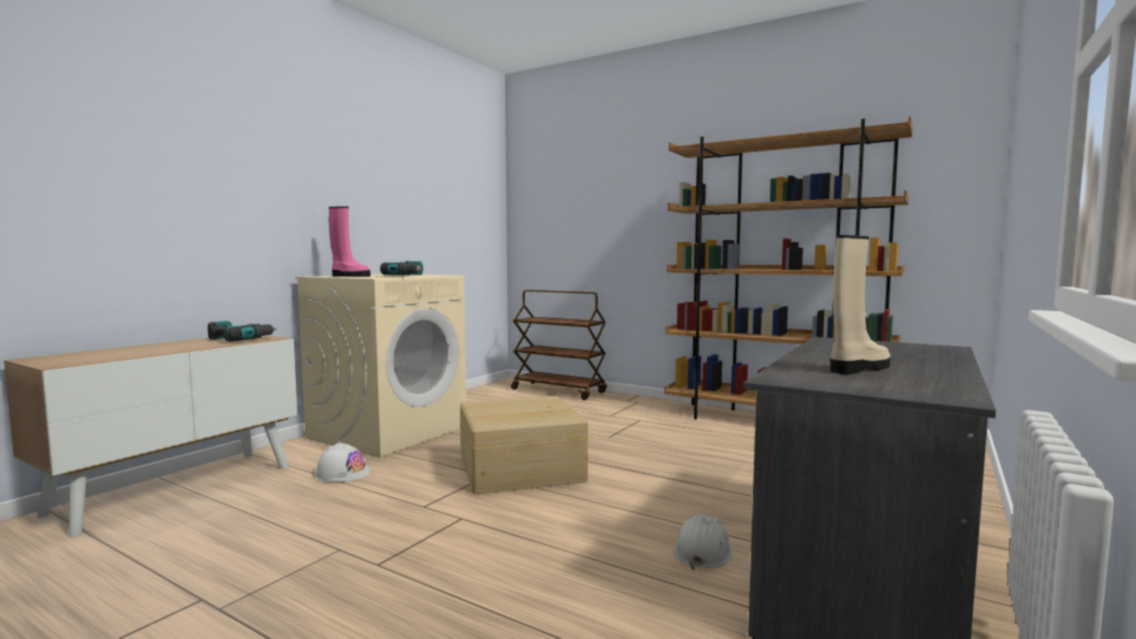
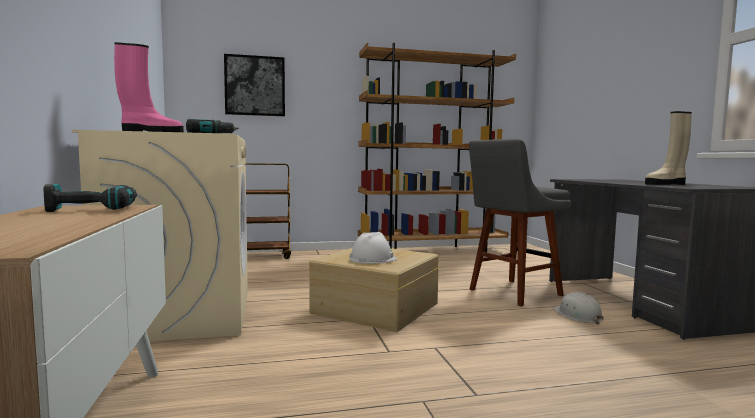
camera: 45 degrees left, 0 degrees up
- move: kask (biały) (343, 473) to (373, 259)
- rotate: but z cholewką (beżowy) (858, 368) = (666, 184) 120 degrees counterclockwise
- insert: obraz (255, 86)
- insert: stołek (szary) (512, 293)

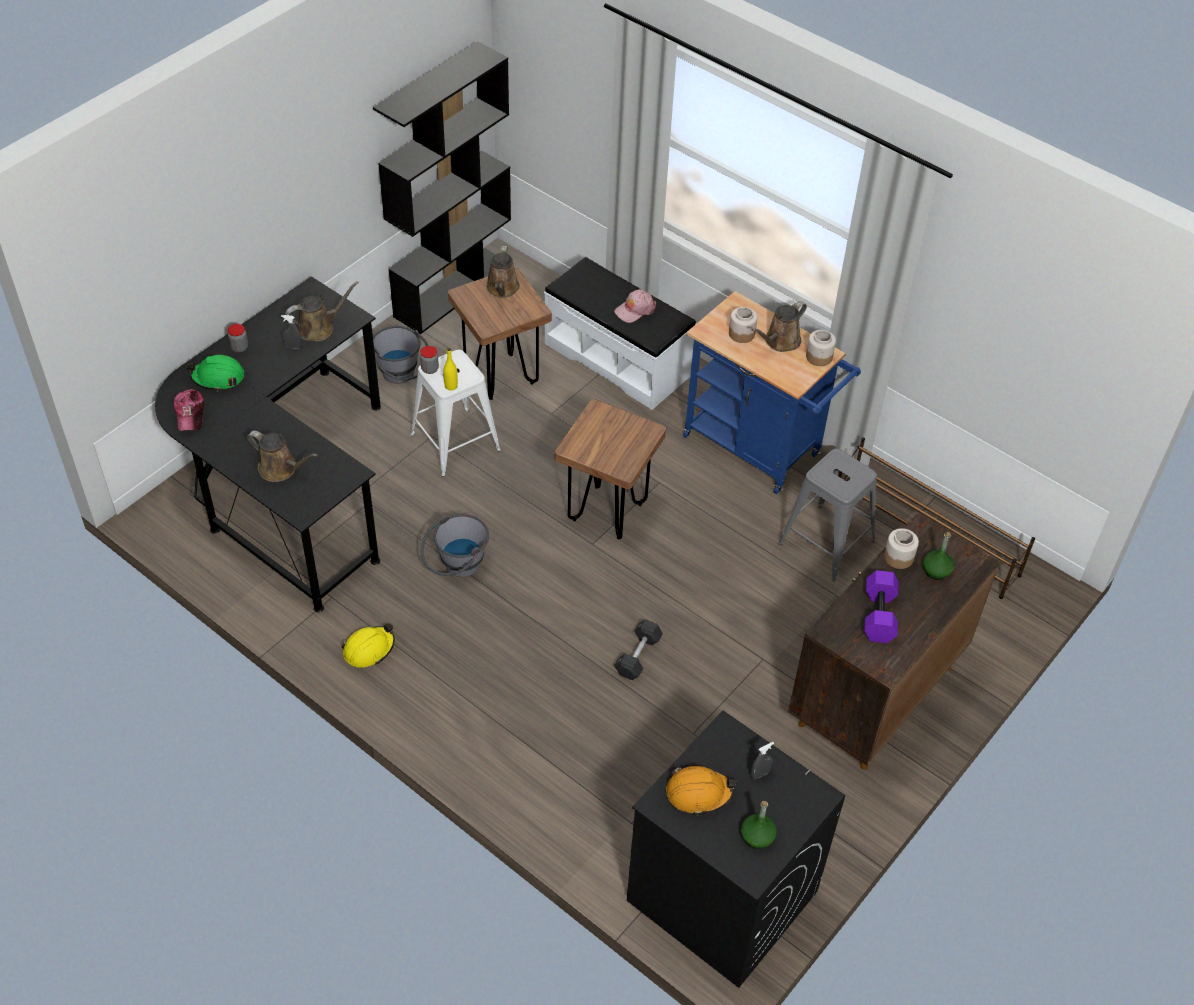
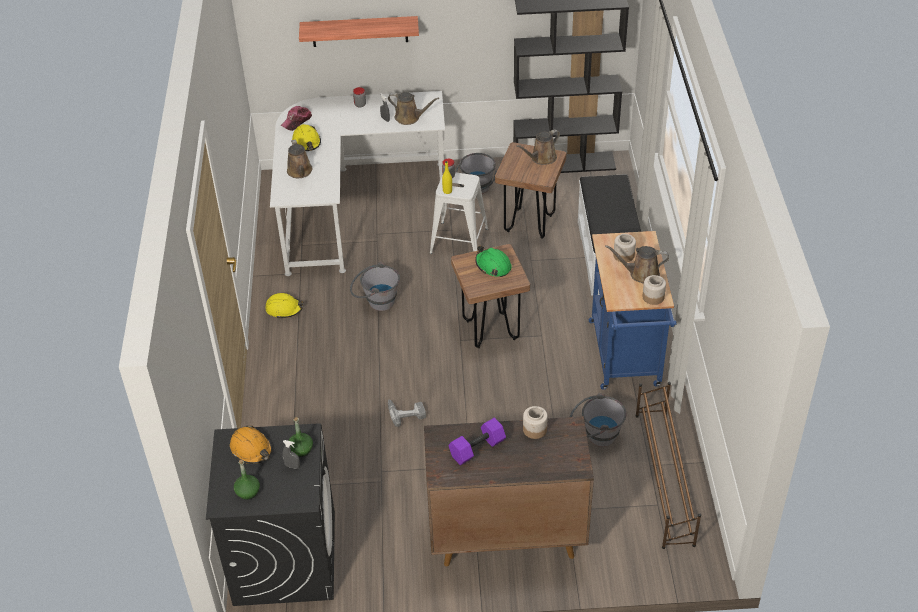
camera: 50 degrees right, 5 degrees down
- recolor: biurko (czarny) (285, 485) to biurko (biały) (349, 206)
- move: kask (zielony) (218, 378) to (493, 266)
- delete: czapka z daszkiem (różowy) (635, 310)
- replace: hantel (szary) (638, 656) to wiertarka (406, 412)
- replace: stołek (szary) (827, 542) to wiadro (szary) (595, 436)
- move: butelka (zielony) (936, 571) to (301, 449)
- insert: kask (żółty) (306, 143)
- insert: półka (359, 31)

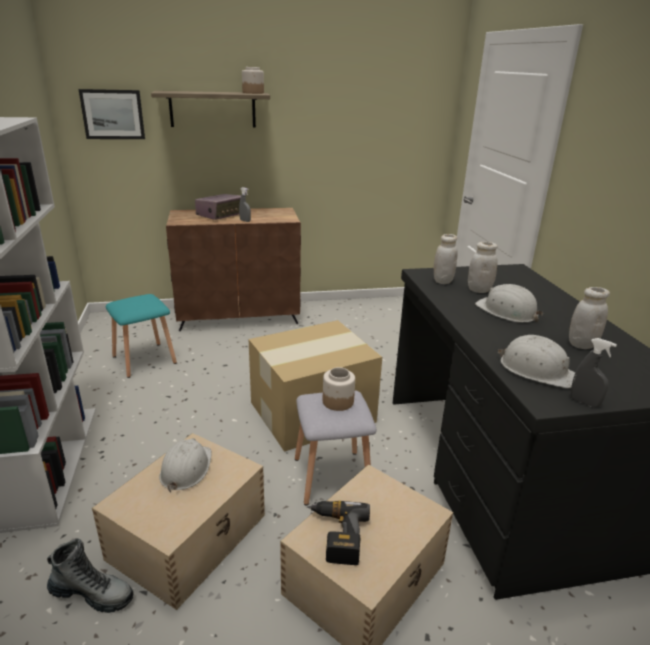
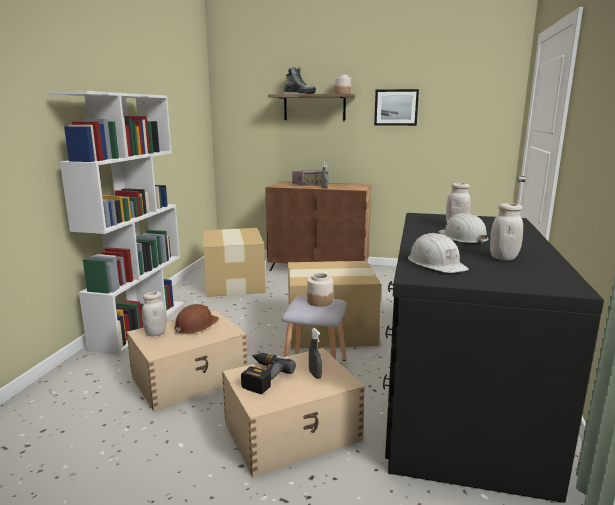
camera: 25 degrees right, 10 degrees down
- move: but z cholewką (92, 594) to (300, 94)
- move: obraz (113, 114) to (396, 107)
- replace: stołek (turkusowy) (145, 359) to karton (234, 282)
- recolor: kask (biały) (186, 468) to kask (brązowy) (195, 325)
- move: słoik (biały) (442, 281) to (155, 333)
- move: spryskiwacz (szary) (584, 402) to (315, 375)

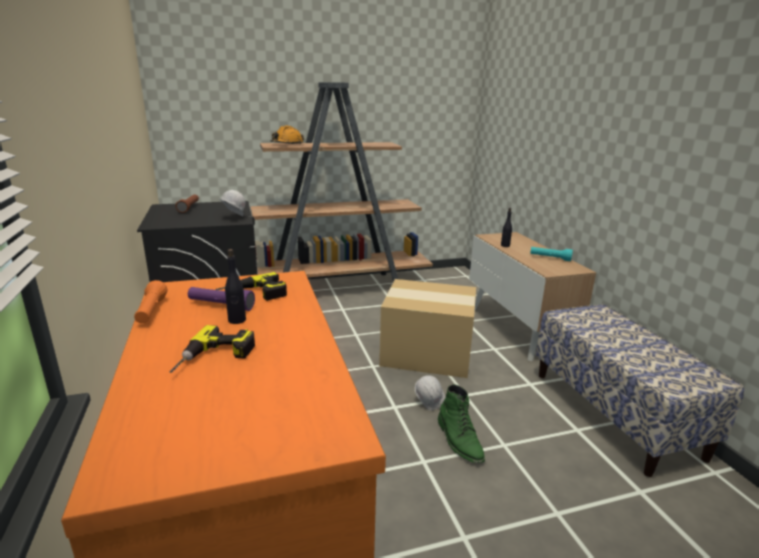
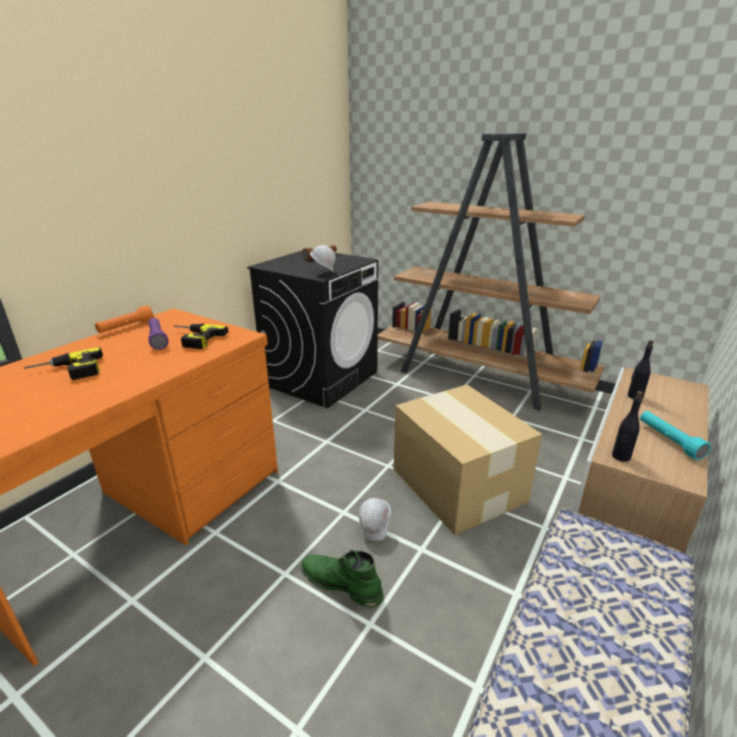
camera: 50 degrees right, 5 degrees up
- move: butelka (czarny) (237, 320) to (621, 456)
- delete: kask (pomarańczowy) (287, 144)
- rotate: but z cholewką (zielony) (459, 440) = (341, 583) 90 degrees clockwise

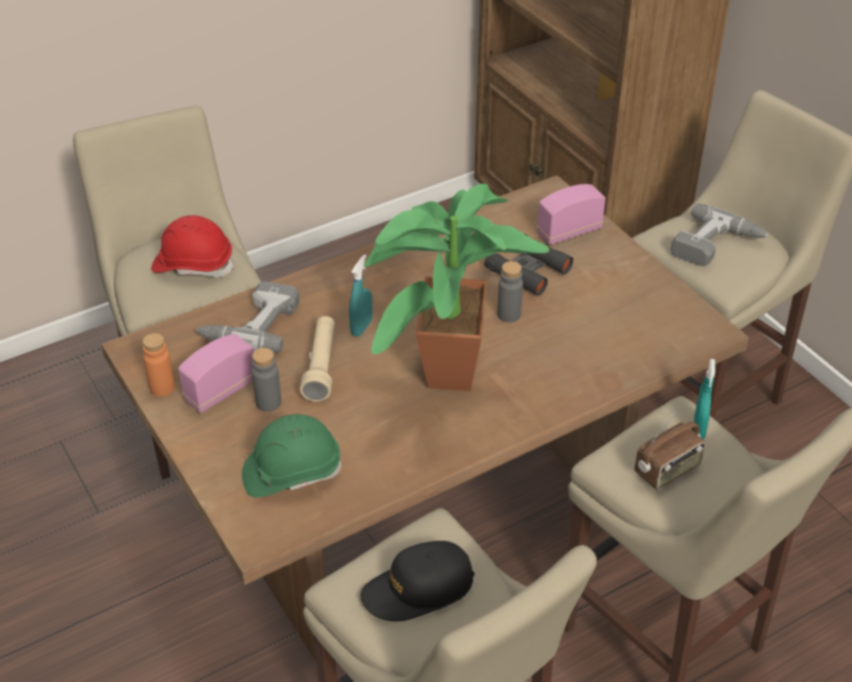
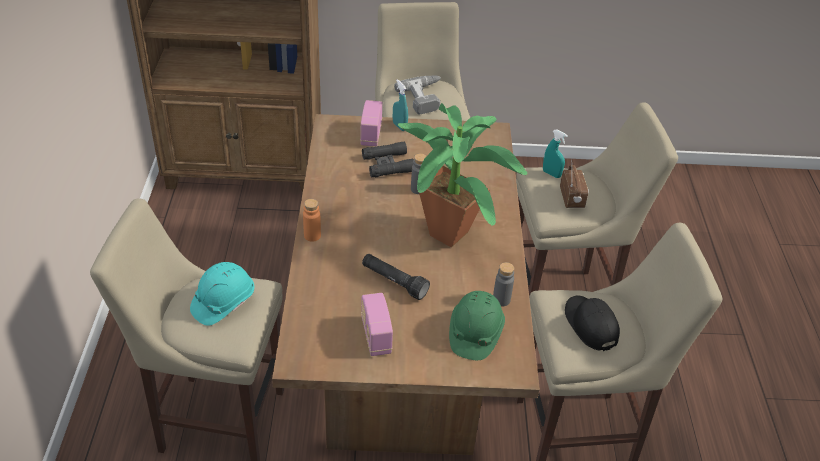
camera: 60 degrees left, 0 degrees up
- move: butelka (pomarańczowy) (162, 388) to (312, 236)
- recolor: kask (czerwony) (193, 265) to kask (turkusowy) (223, 302)
- delete: wiertarka (251, 325)
- move: butelka (szary) (268, 402) to (501, 300)
- recolor: latarka (beżowy) (321, 366) to latarka (czarny) (394, 282)
- move: spryskiwacz (turkusowy) (361, 327) to (399, 126)
- rotate: czapka z daszkiem (czarny) (418, 589) = (590, 325) 150 degrees clockwise

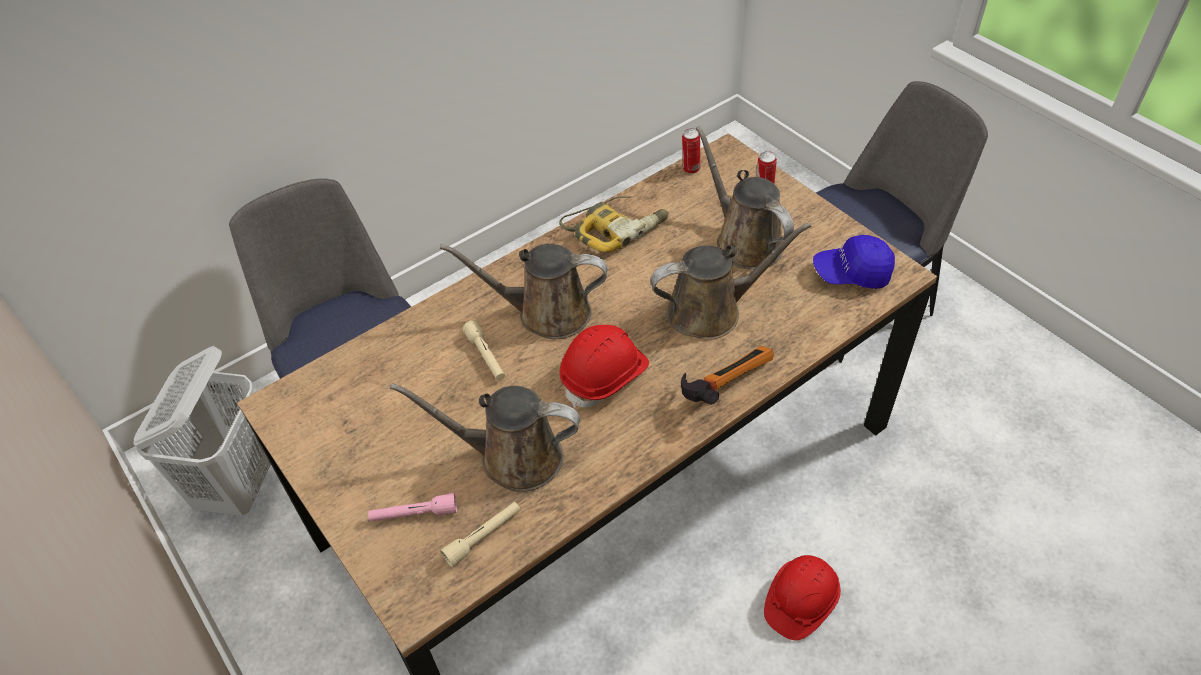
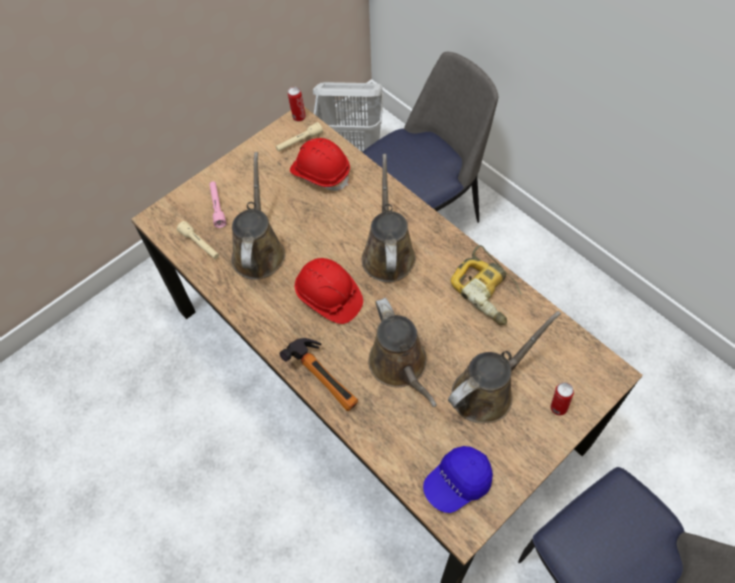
camera: 85 degrees right, 10 degrees up
- move: latarka (beżowy) (486, 356) to (299, 142)
- move: puszka (690, 169) to (298, 117)
- move: kask (czerwony) (800, 602) to (320, 173)
- rotate: czapka z daszkiem (niebieski) (852, 273) = (457, 483) 120 degrees counterclockwise

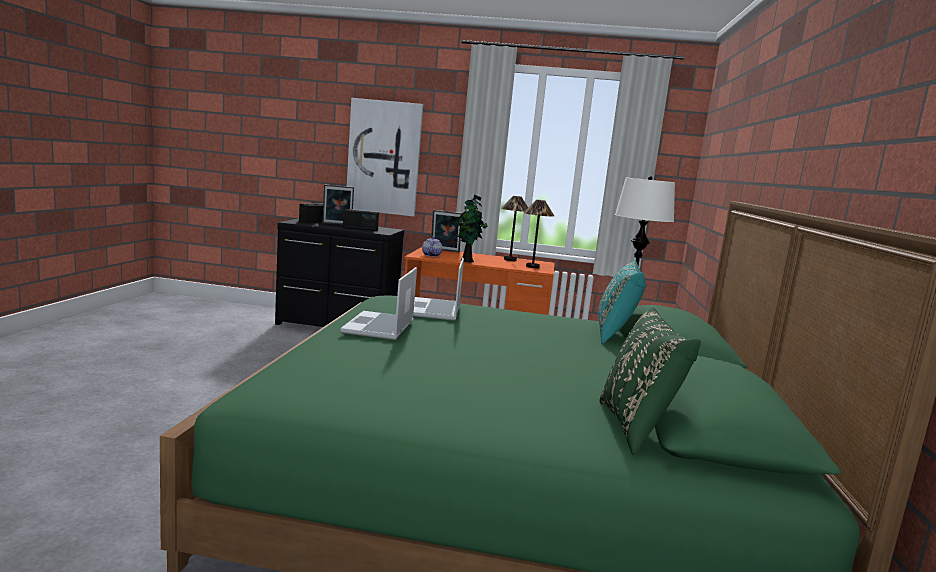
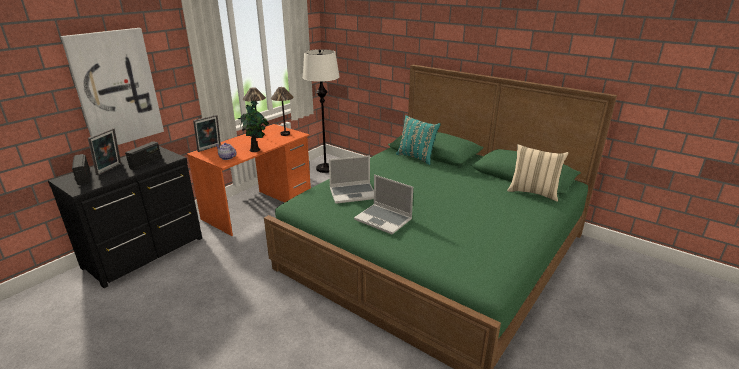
camera: 60 degrees left, 15 degrees up
- rotate: laptop (435, 311) = (353, 193) 45 degrees counterclockwise
- recolor: poduszka (zielony) (637, 428) to poduszka (beżowy) (533, 192)

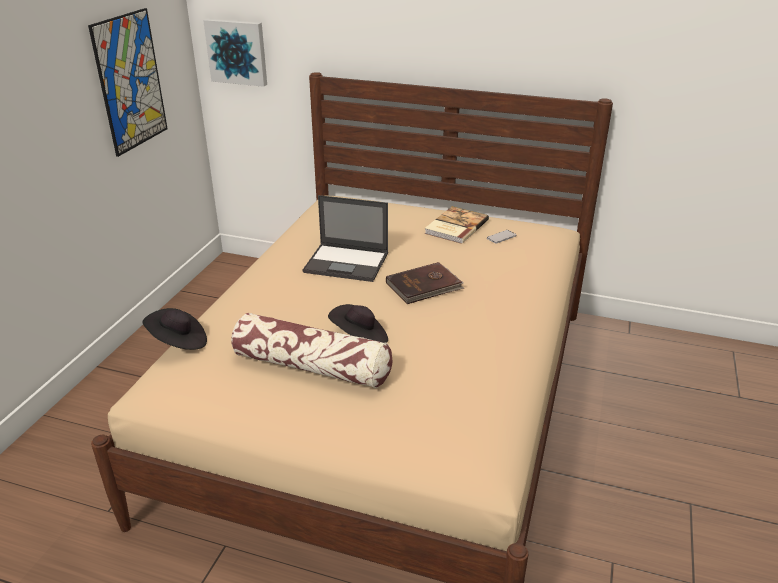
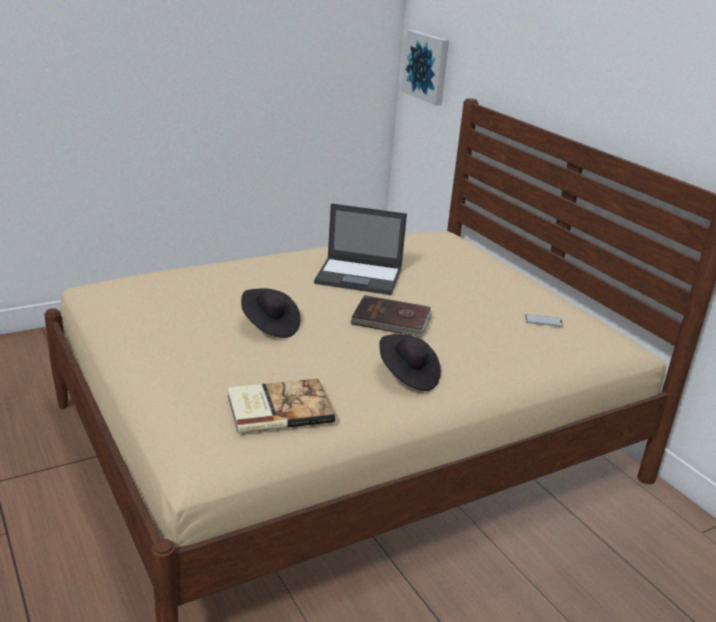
camera: 40 degrees right, 5 degrees down
- delete: obraz (130, 82)
- move: kapelusz (czarny) (178, 342) to (408, 376)
- delete: poduszka (312, 366)
- rotate: laptop (347, 263) = (360, 277) 45 degrees counterclockwise
- move: książka (455, 227) to (278, 408)

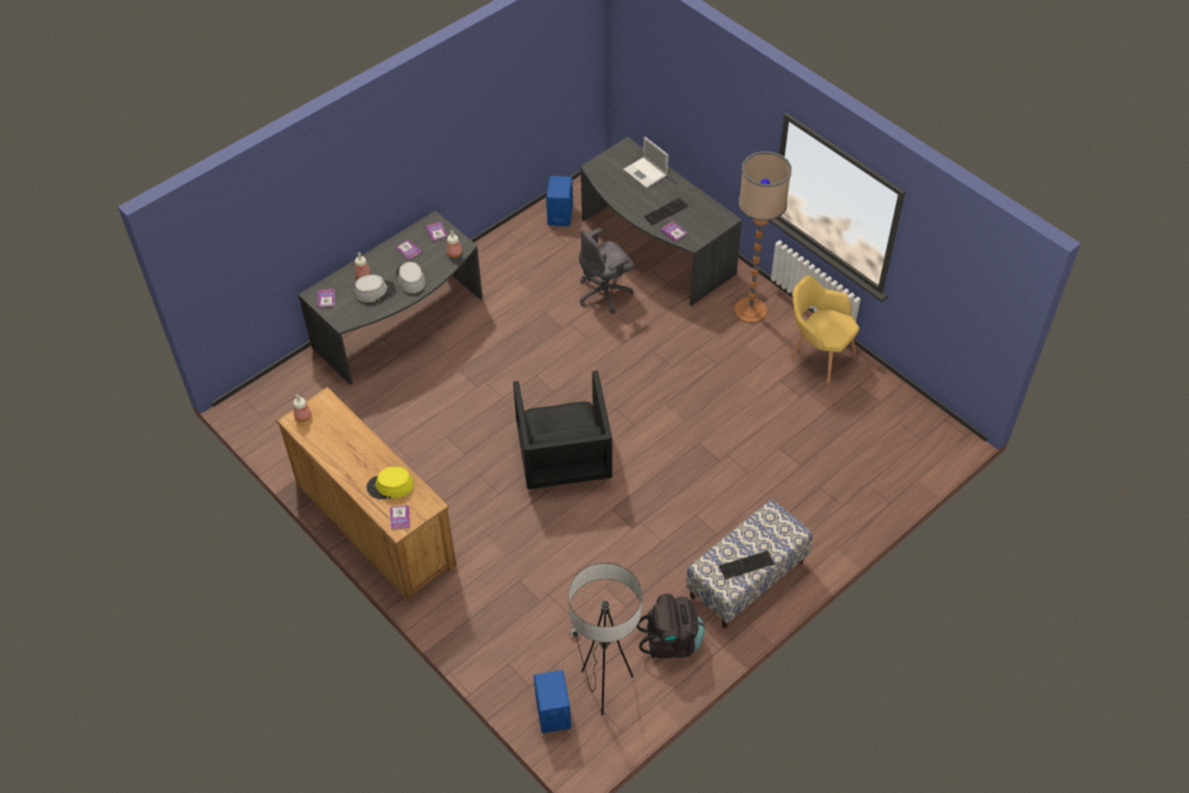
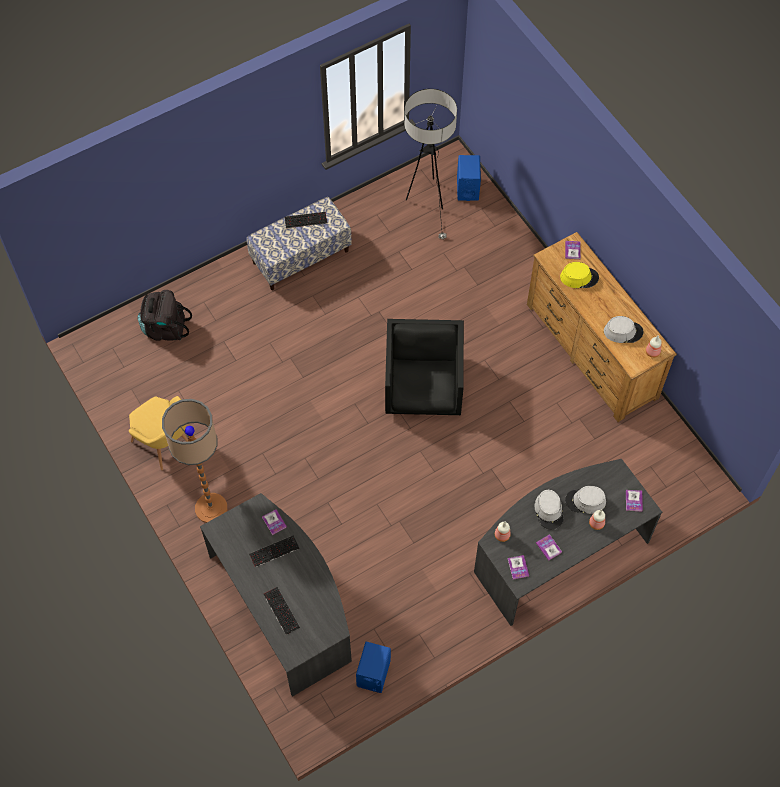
camera: 170 degrees left, 10 degrees up
- delete: krzesło biurowe (szary) (605, 293)
- replace: laptop (646, 173) to klawiatura (280, 610)
- move: plecak (czarny) (672, 642) to (165, 328)
- insert: kapelusz (szary) (623, 331)

